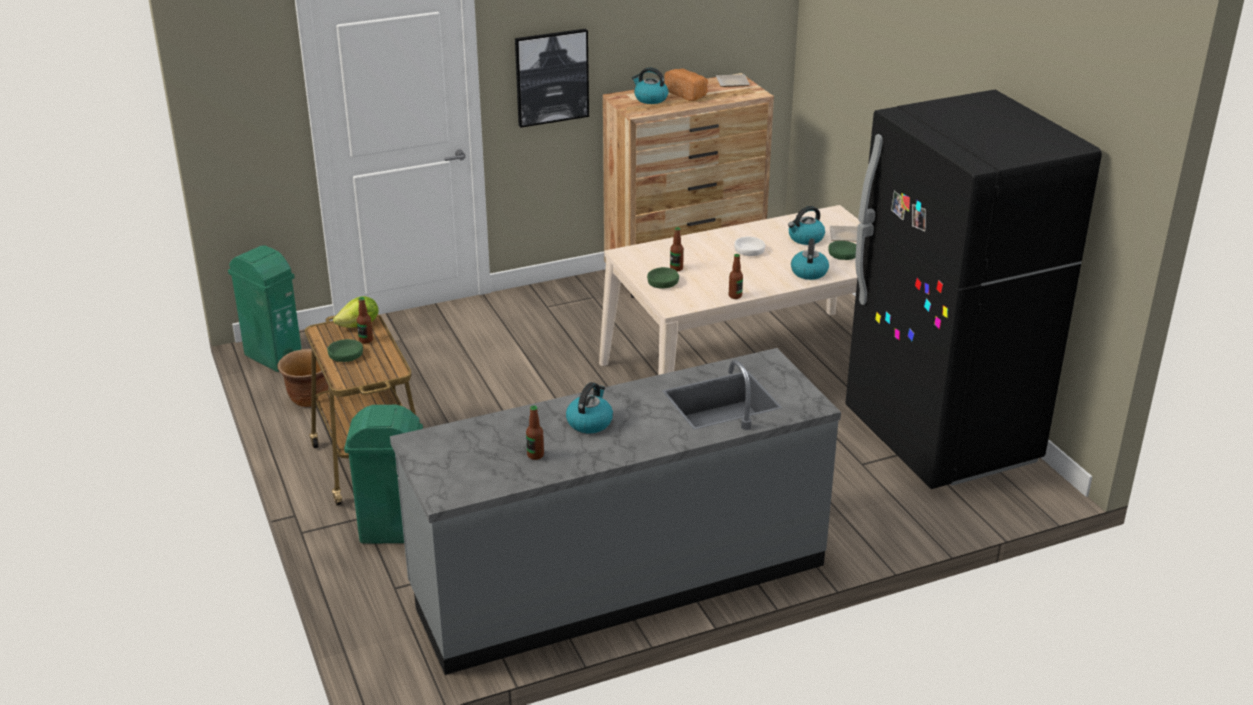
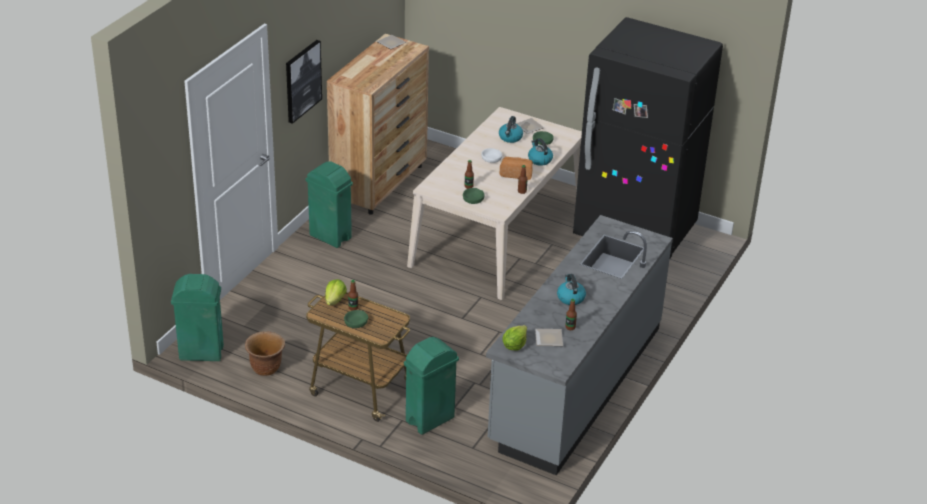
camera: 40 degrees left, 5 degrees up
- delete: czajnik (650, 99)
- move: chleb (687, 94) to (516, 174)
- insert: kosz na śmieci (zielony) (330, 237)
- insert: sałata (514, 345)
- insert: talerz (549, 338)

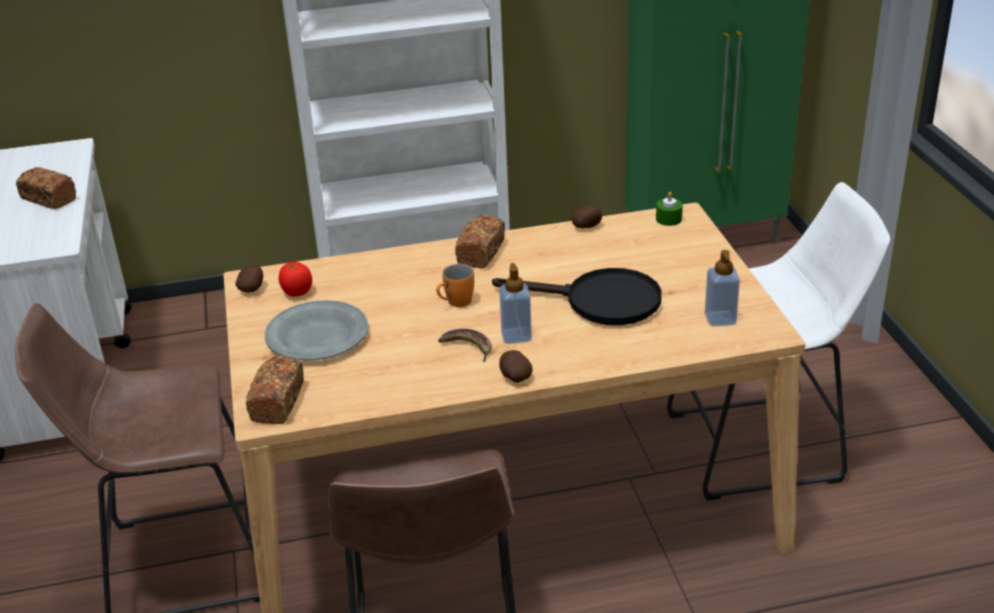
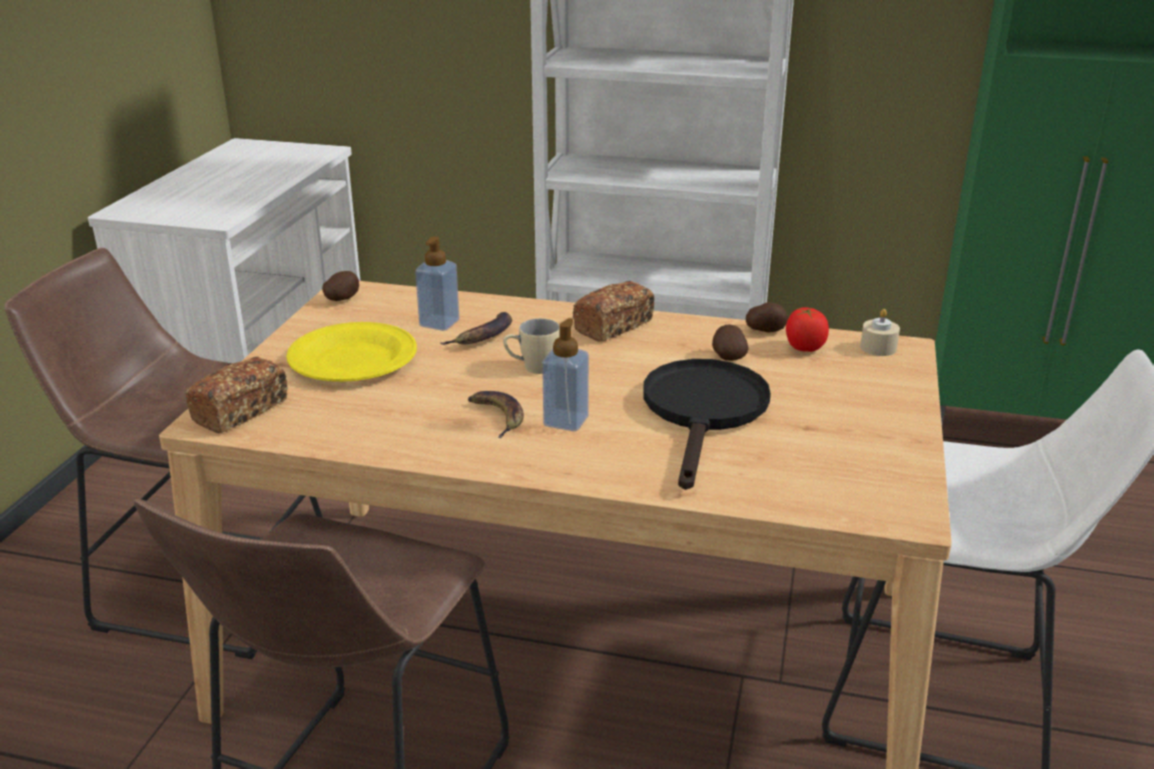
camera: 25 degrees right, 5 degrees down
- delete: chleb (48, 199)
- recolor: talerz (szary) (318, 336) to talerz (żółty) (354, 360)
- move: pomidor (297, 292) to (804, 348)
- recolor: kubek (pomarańczowy) (455, 303) to kubek (beżowy) (532, 368)
- rotate: patelnia (czarny) (599, 301) = (704, 413) 120 degrees counterclockwise
- move: ziemniak (514, 377) to (727, 357)
- recolor: świeca (zielony) (668, 219) to świeca (beżowy) (878, 348)
- move: dozownik mydła (720, 319) to (439, 323)
- insert: banan (484, 336)

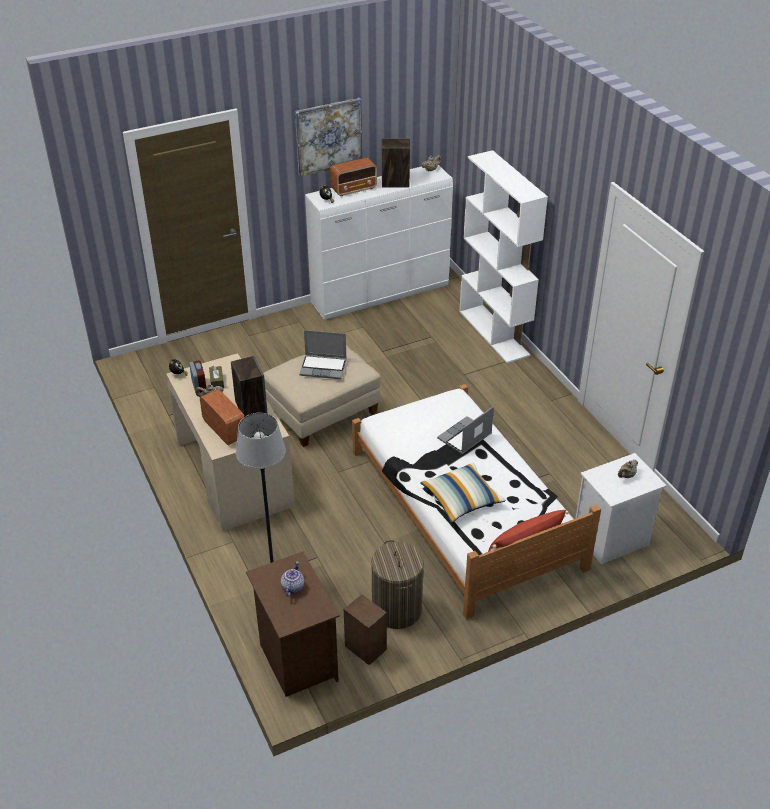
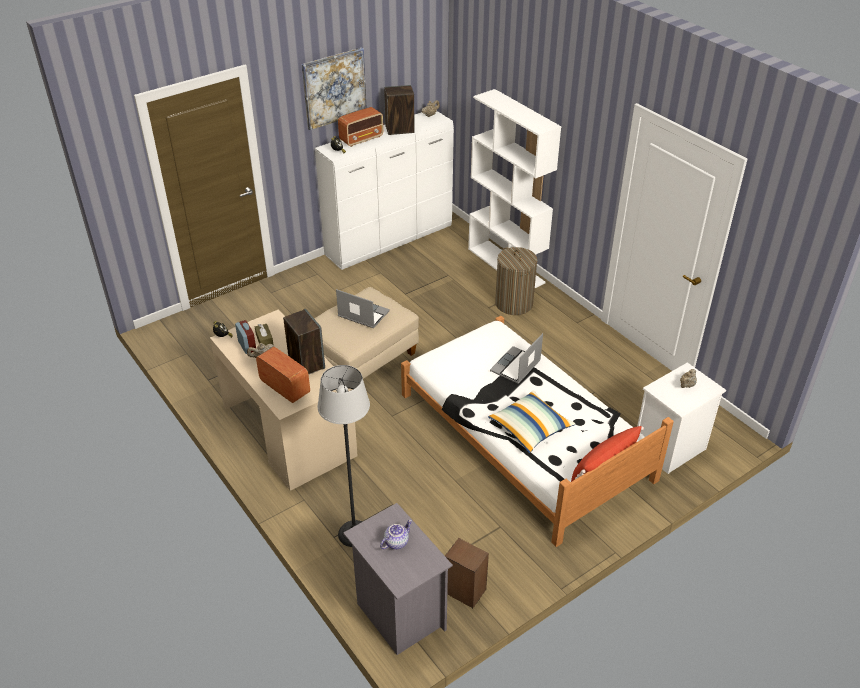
camera: 10 degrees left, 0 degrees up
- recolor: szafka nocna (brązowy) (296, 660) to szafka nocna (szary) (398, 614)
- rotate: imbryk (292, 587) = (396, 542) 45 degrees clockwise
- rotate: laptop (324, 367) = (362, 314) 150 degrees counterclockwise
- move: kosz na pranie (396, 609) to (513, 303)

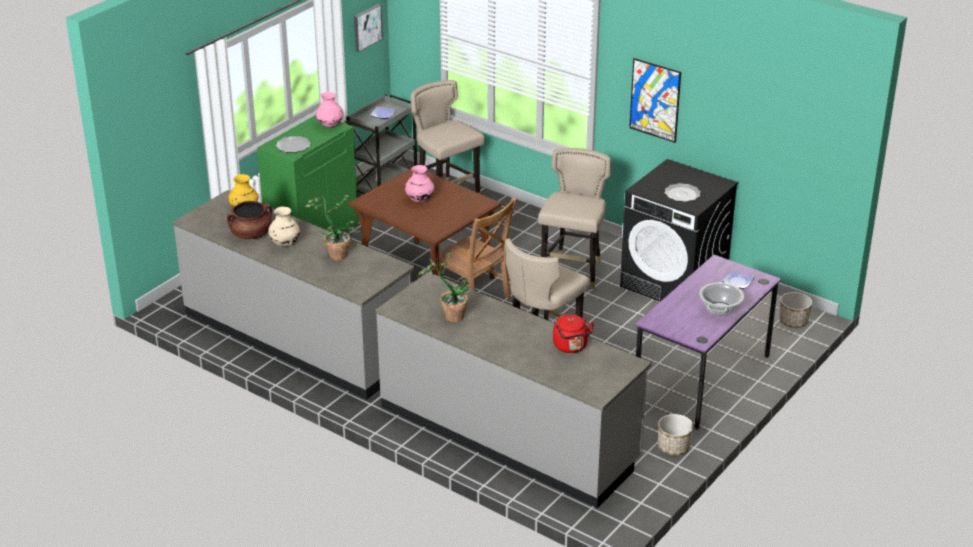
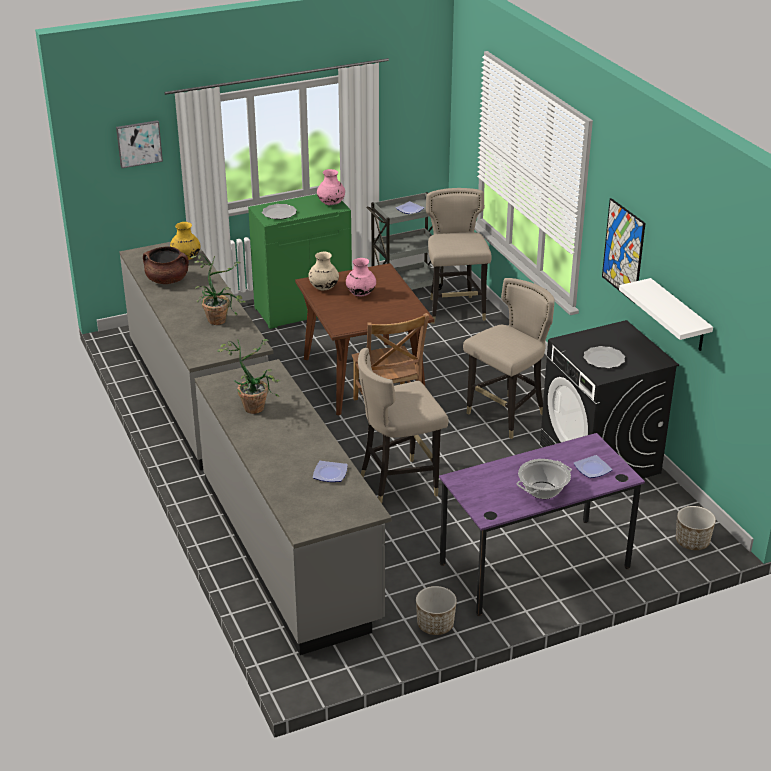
camera: 30 degrees right, 0 degrees up
- move: wazon (beżowy) (285, 243) to (323, 288)
- move: obraz (367, 27) to (139, 143)
- replace: czajnik (czerwony) (571, 347) to talerz (329, 474)
- insert: półka (biały) (679, 316)

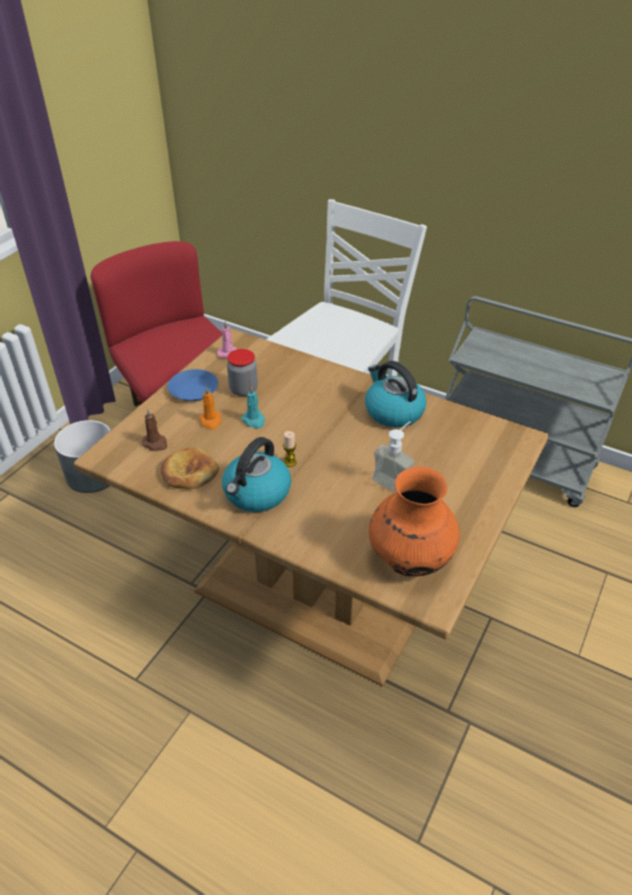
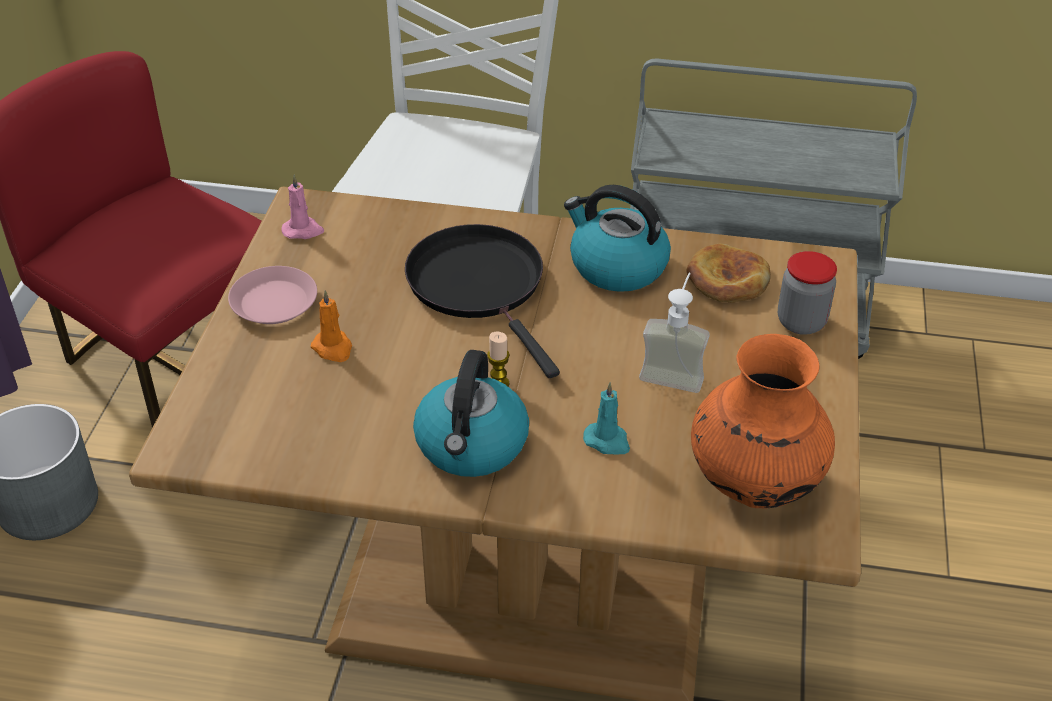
camera: 20 degrees left, 0 degrees up
- delete: świeca (brązowy) (155, 443)
- move: chleb (189, 472) to (727, 279)
- recolor: talerz (niebieski) (193, 389) to talerz (różowy) (273, 303)
- move: słoik (243, 390) to (801, 322)
- move: świeca (turkusowy) (254, 421) to (607, 441)
- insert: patelnia (czarny) (480, 285)

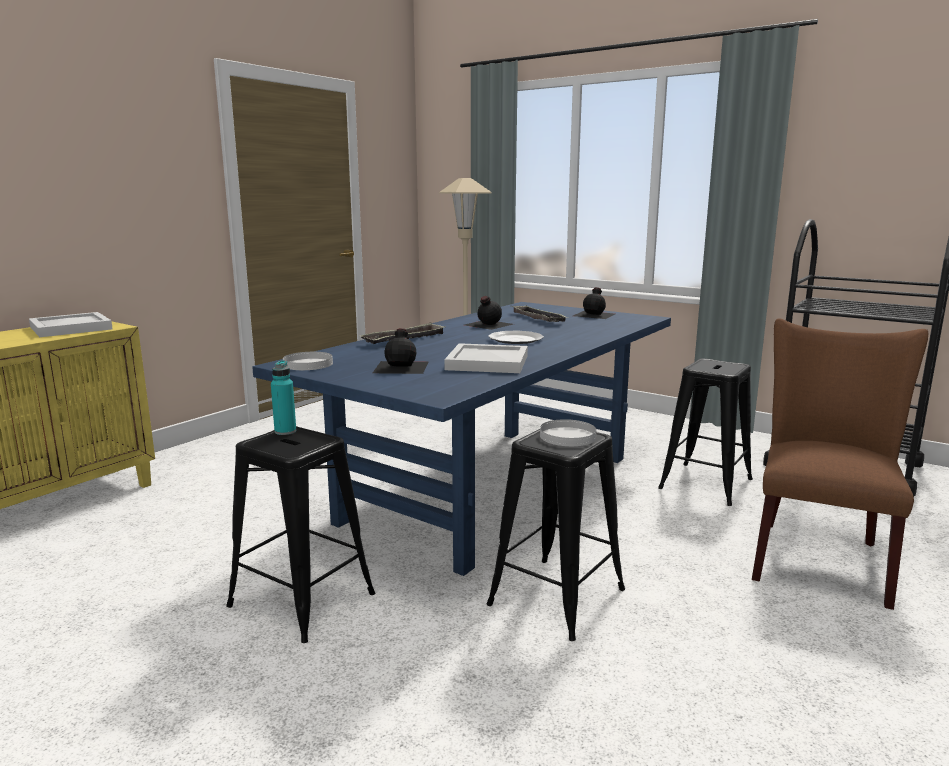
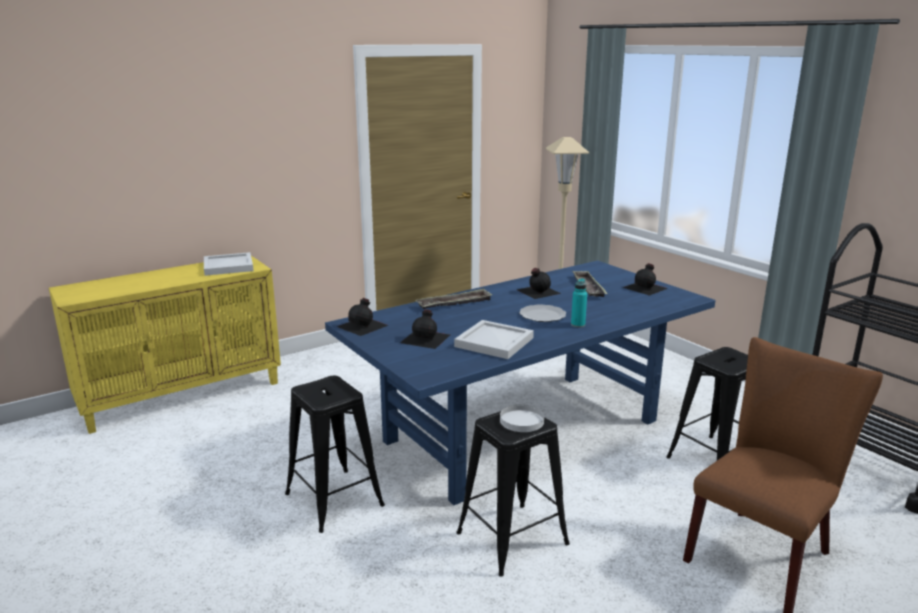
camera: 20 degrees right, 5 degrees up
- move: butelka (turkusowy) (285, 431) to (578, 325)
- replace: talerz (biały) (308, 364) to butelka (czarny) (363, 325)

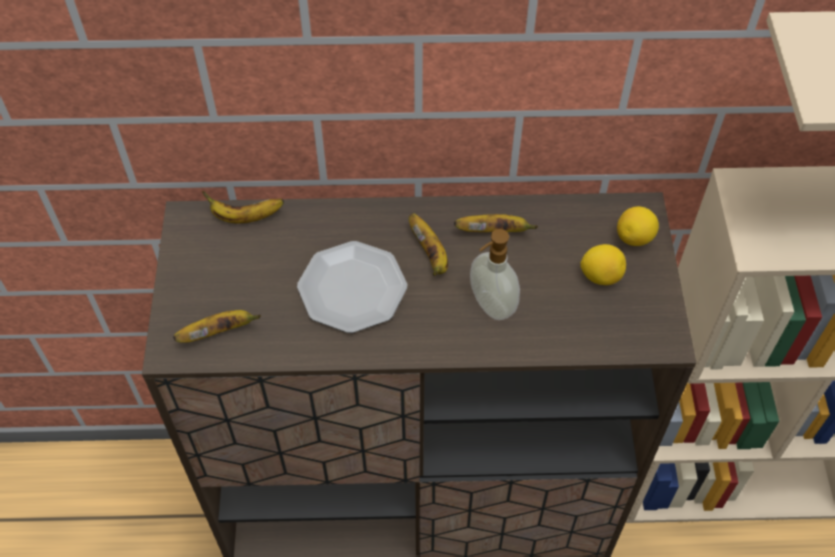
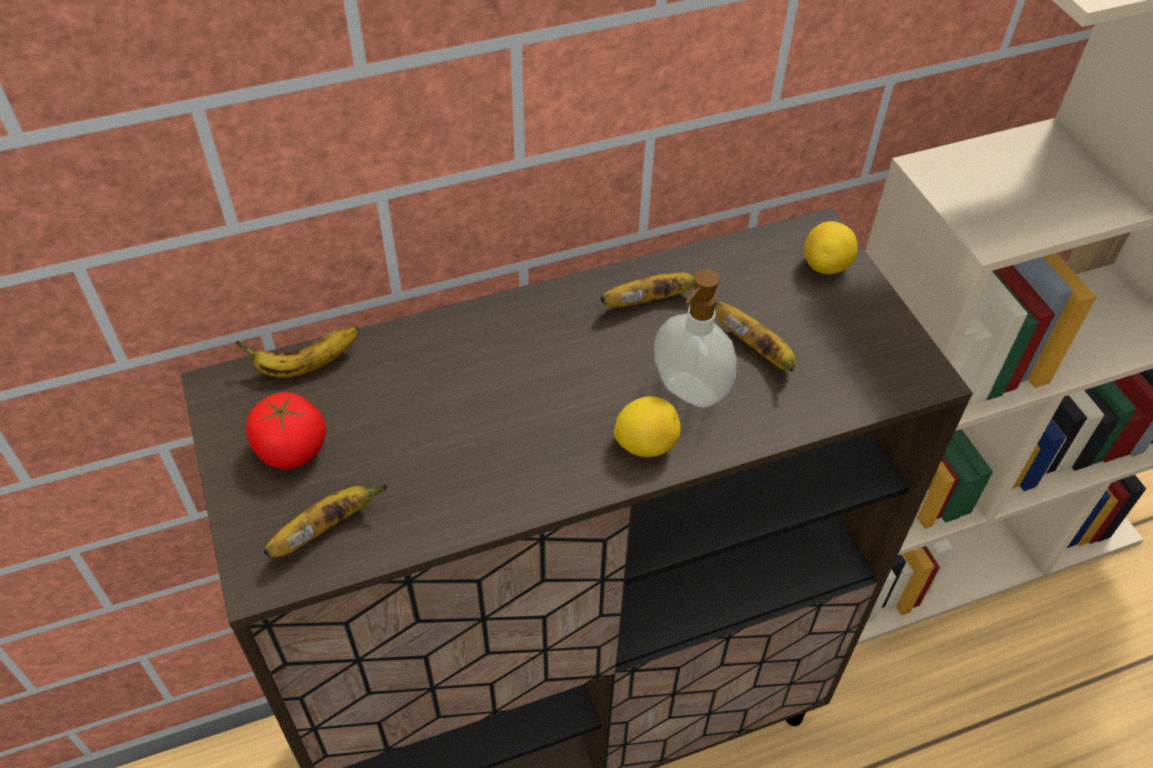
camera: 20 degrees left, 5 degrees down
- delete: talerz (353, 288)
- move: banan (430, 254) to (756, 351)
- move: cytryna (600, 276) to (645, 444)
- insert: pomidor (291, 449)

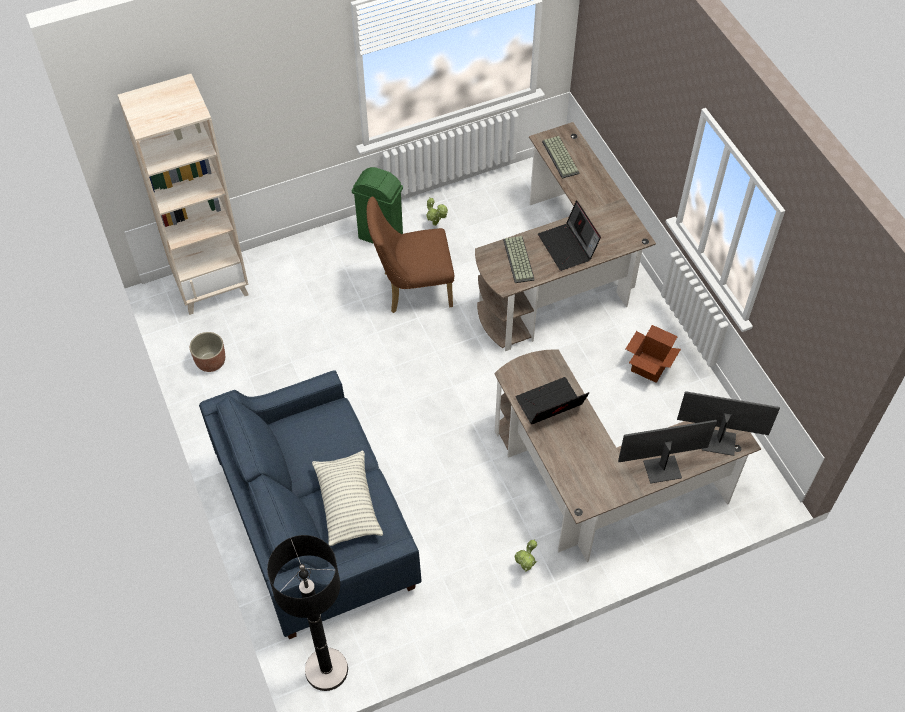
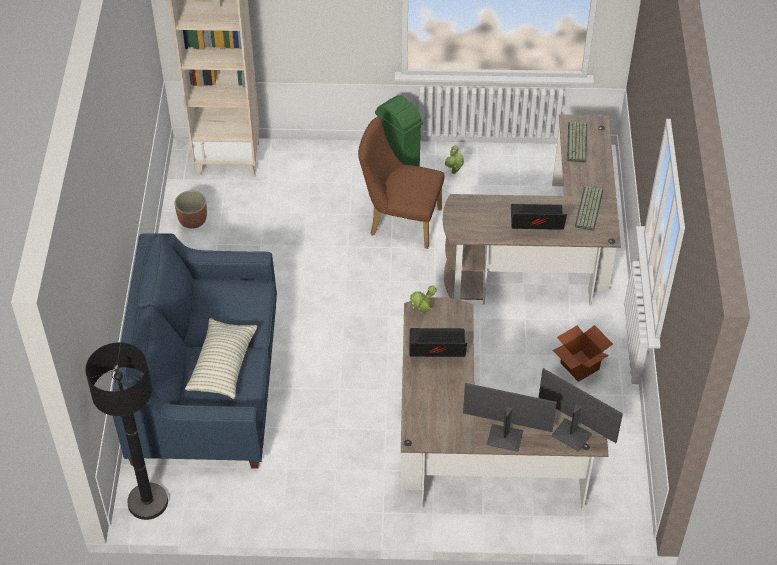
camera: 25 degrees right, 5 degrees down
- move: klawiatura (519, 260) to (589, 209)
- move: roślina doniczkowa (526, 567) to (421, 313)
- rotate: laptop (568, 247) = (536, 221) 90 degrees clockwise

